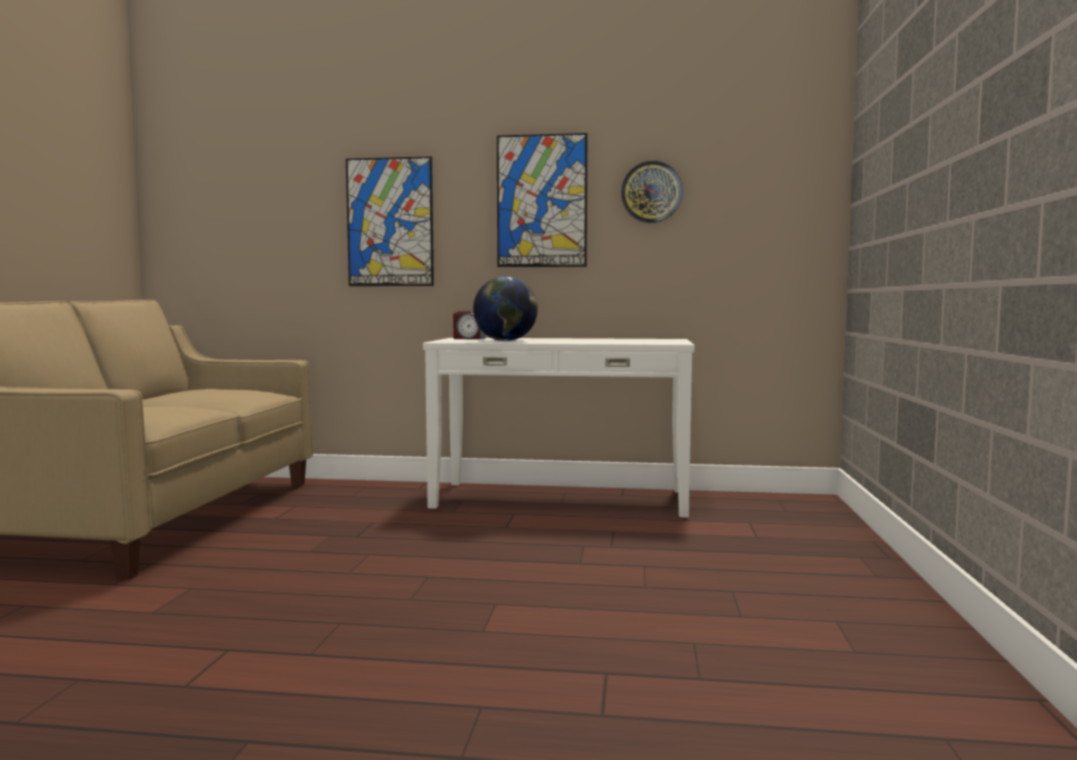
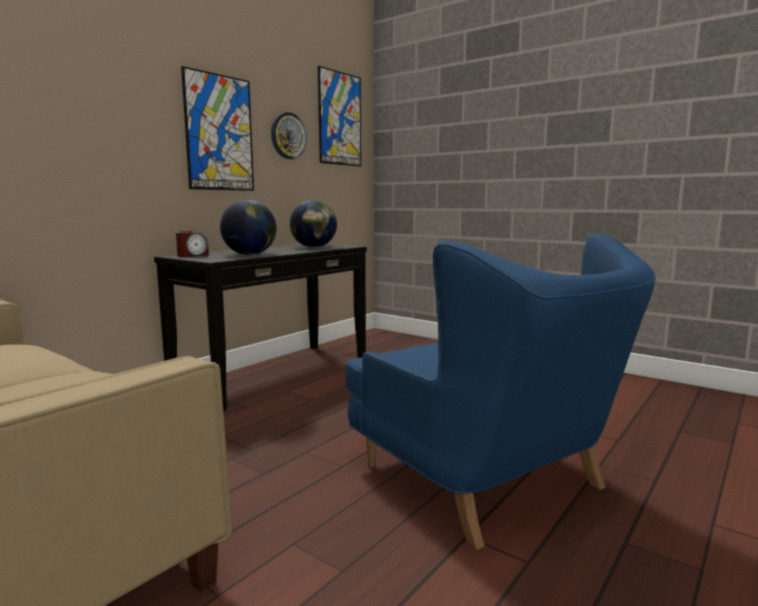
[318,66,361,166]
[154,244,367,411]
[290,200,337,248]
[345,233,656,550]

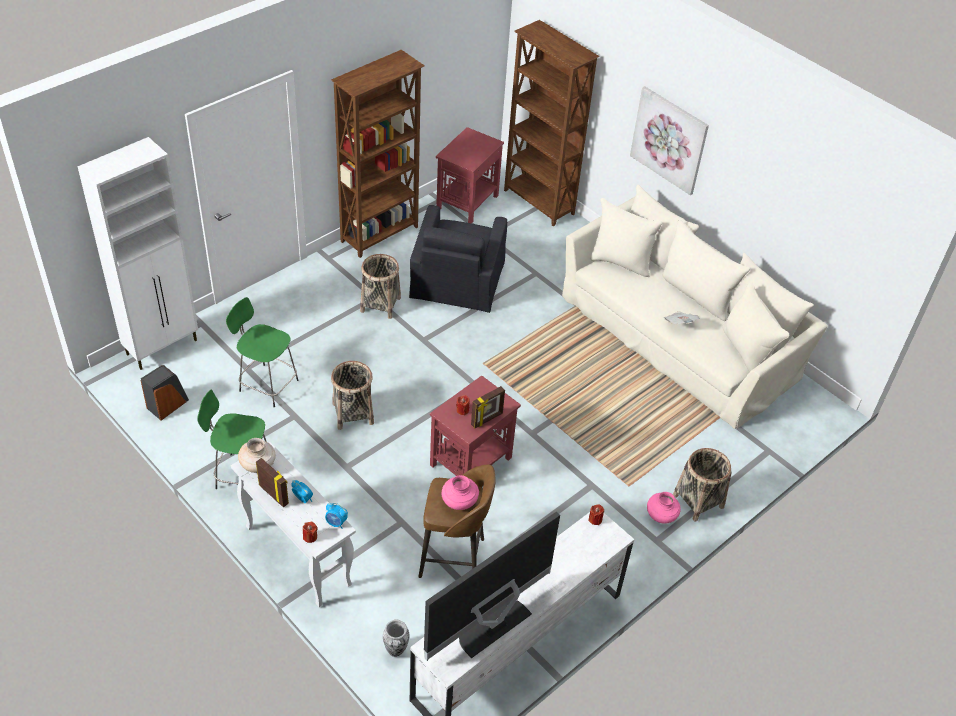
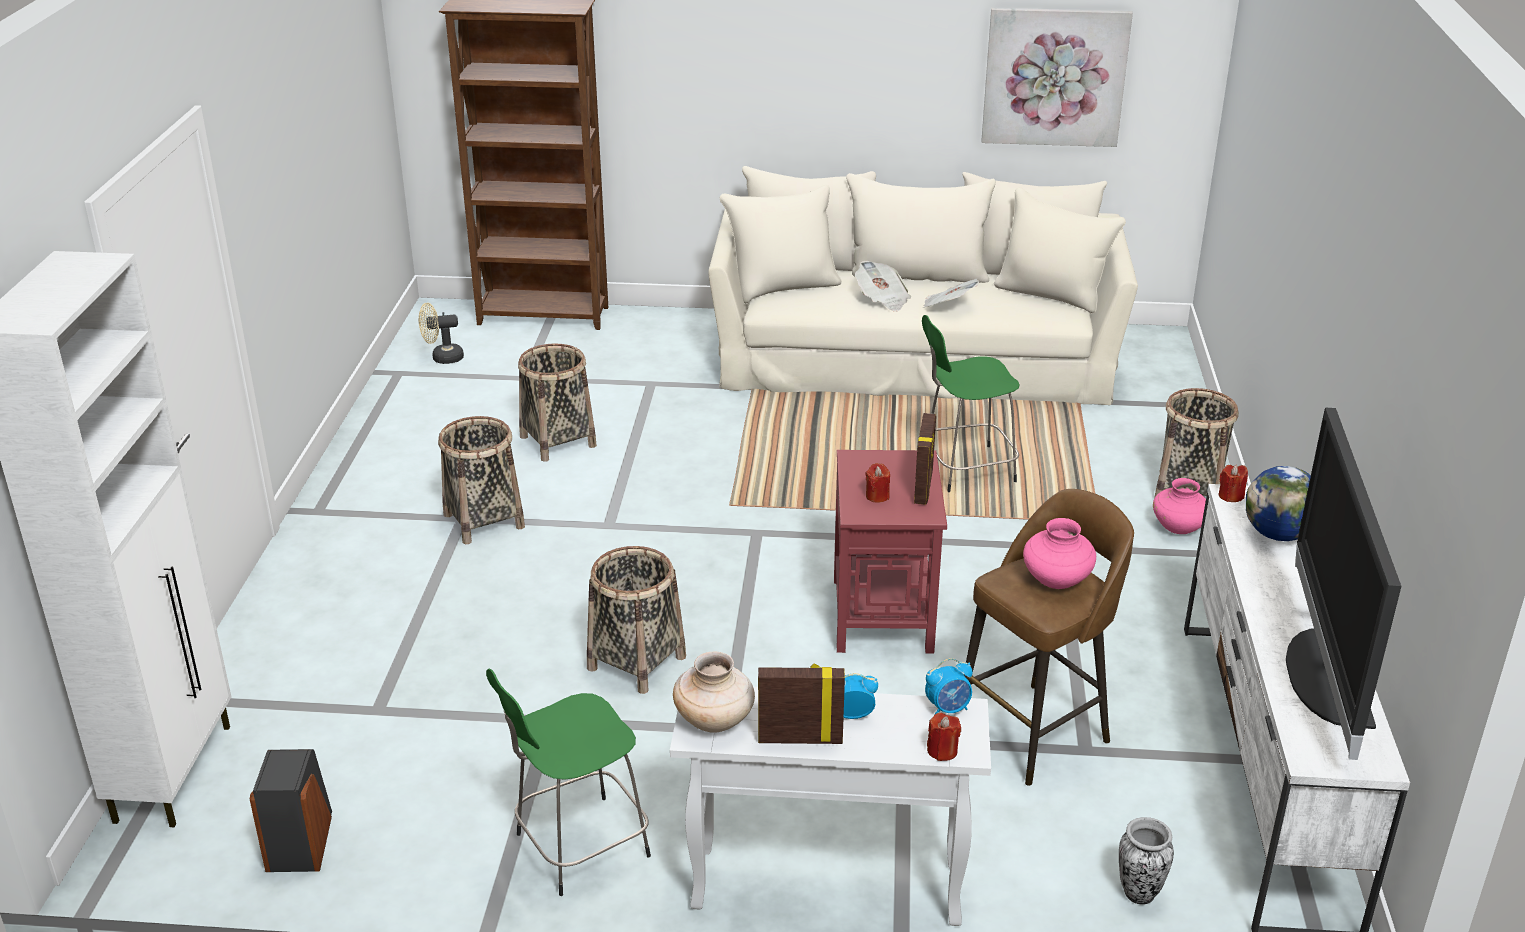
[922,315,1020,492]
[331,50,425,258] (first image)
[518,343,597,462]
[419,303,464,364]
[981,8,1133,147]
[855,260,911,312]
[1246,466,1311,541]

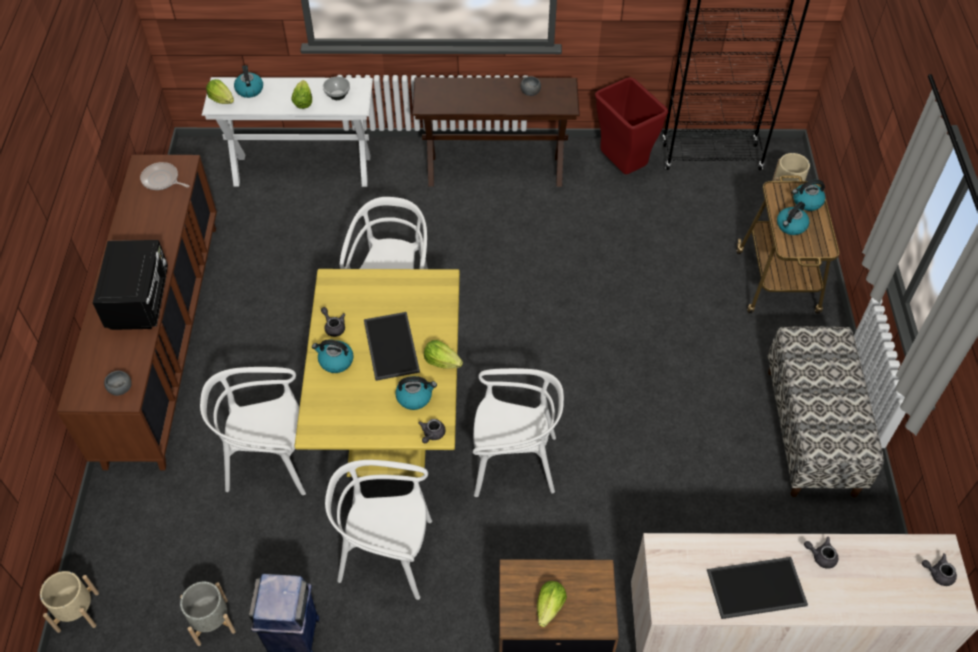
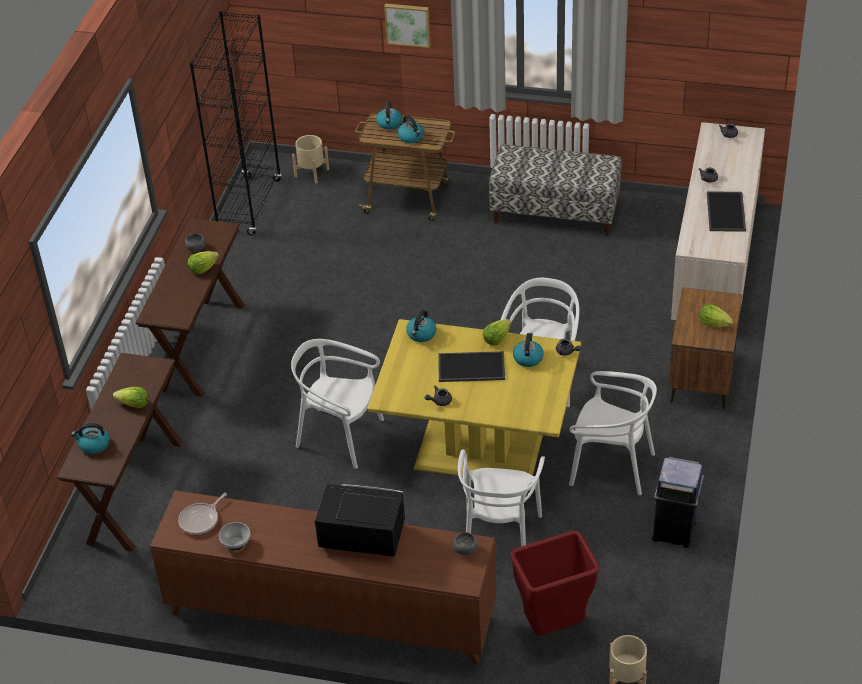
[180,581,236,646] (first image)
[57,353,183,552]
[188,251,219,274]
[406,310,436,342]
[219,522,250,551]
[569,371,657,495]
[511,531,599,636]
[384,4,431,48]

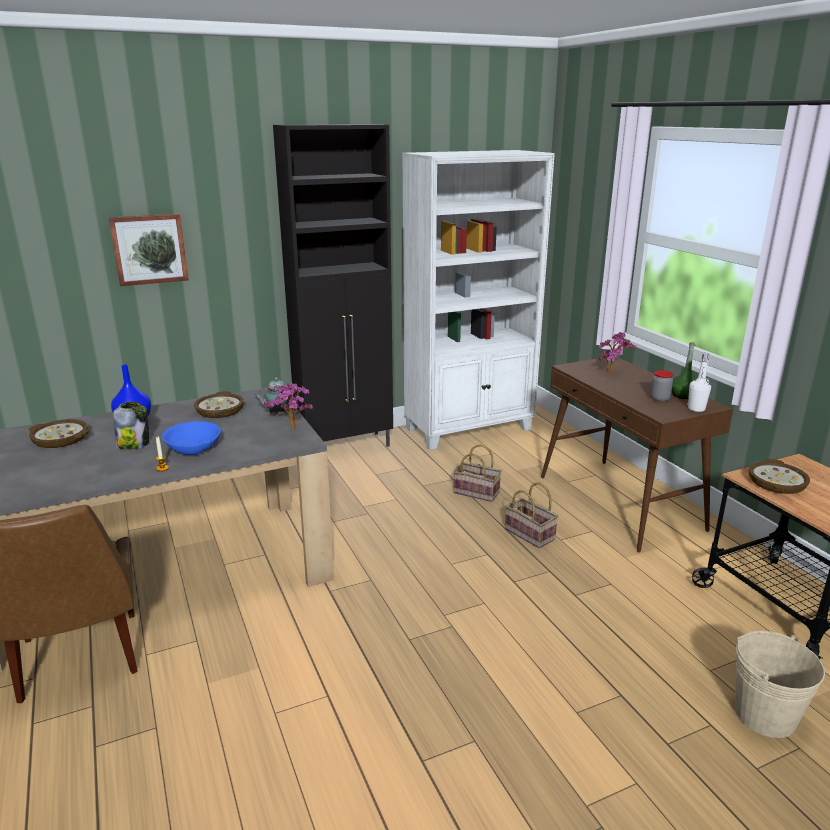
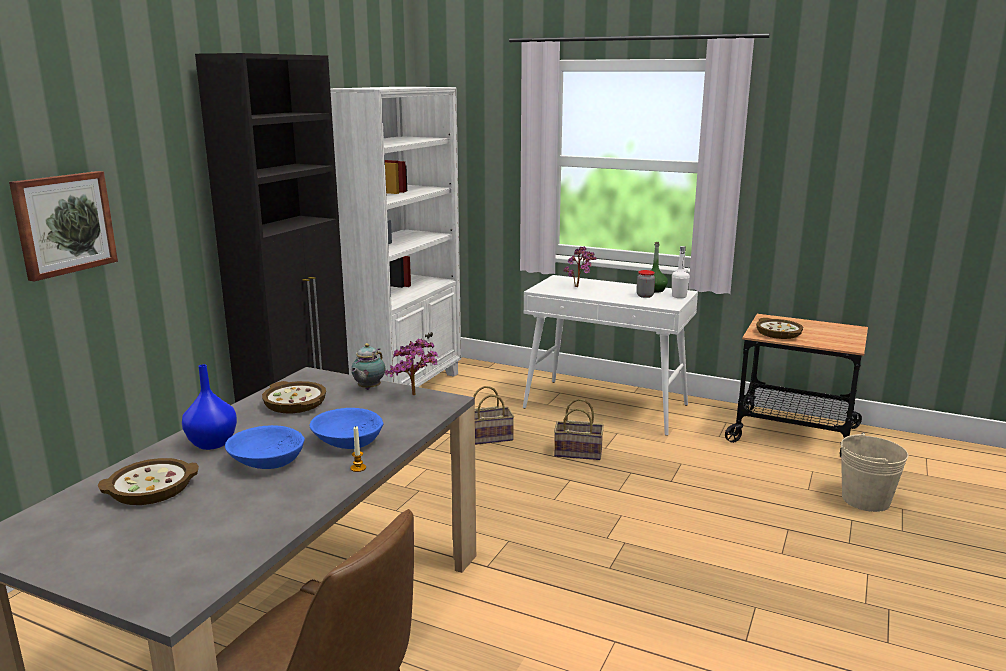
[225,425,305,469]
[523,275,698,436]

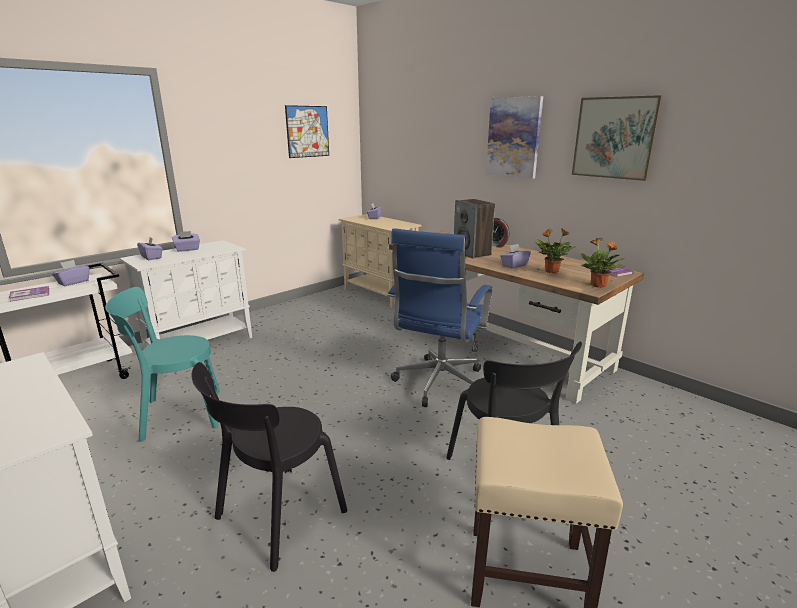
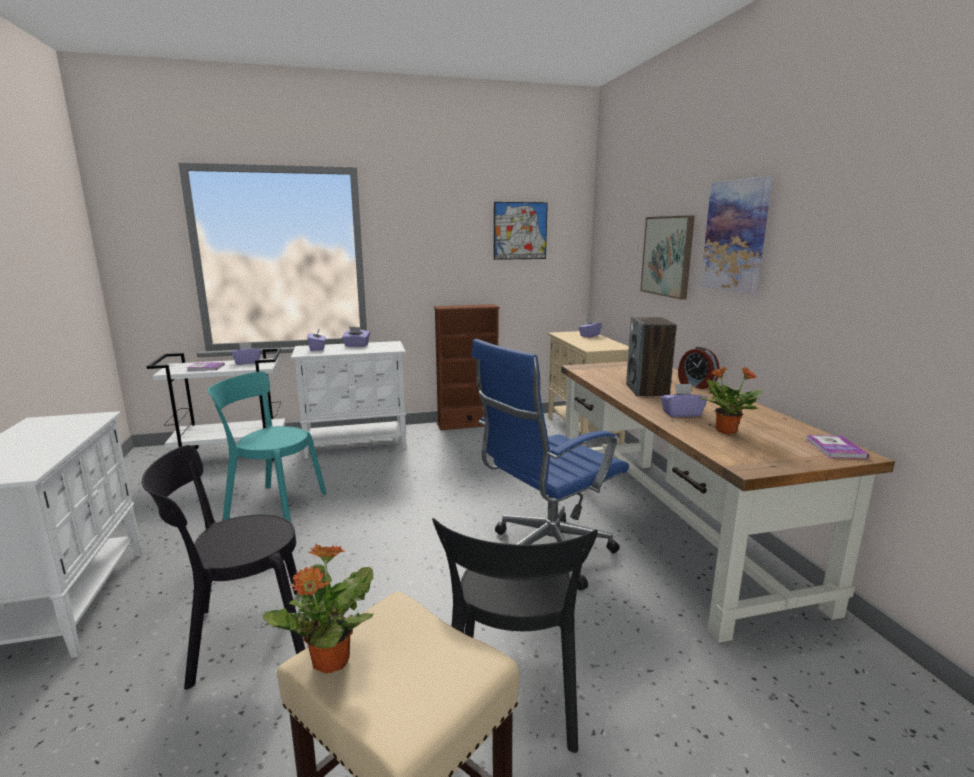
[640,215,695,300]
[262,544,374,674]
[434,304,500,430]

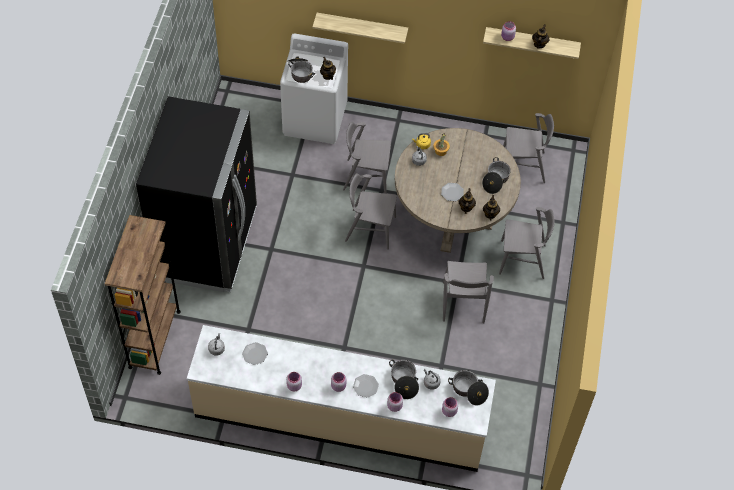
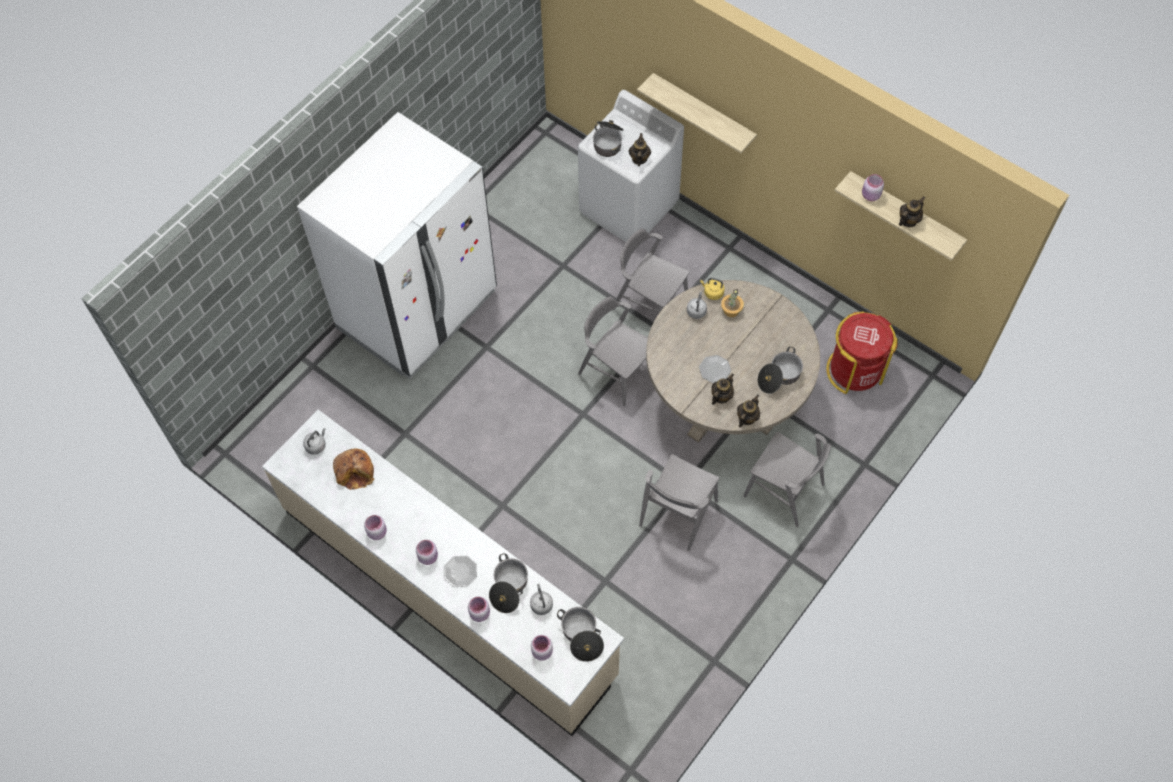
[105,215,181,375] (first image)
[297,112,497,379]
[333,448,375,490]
[826,312,898,394]

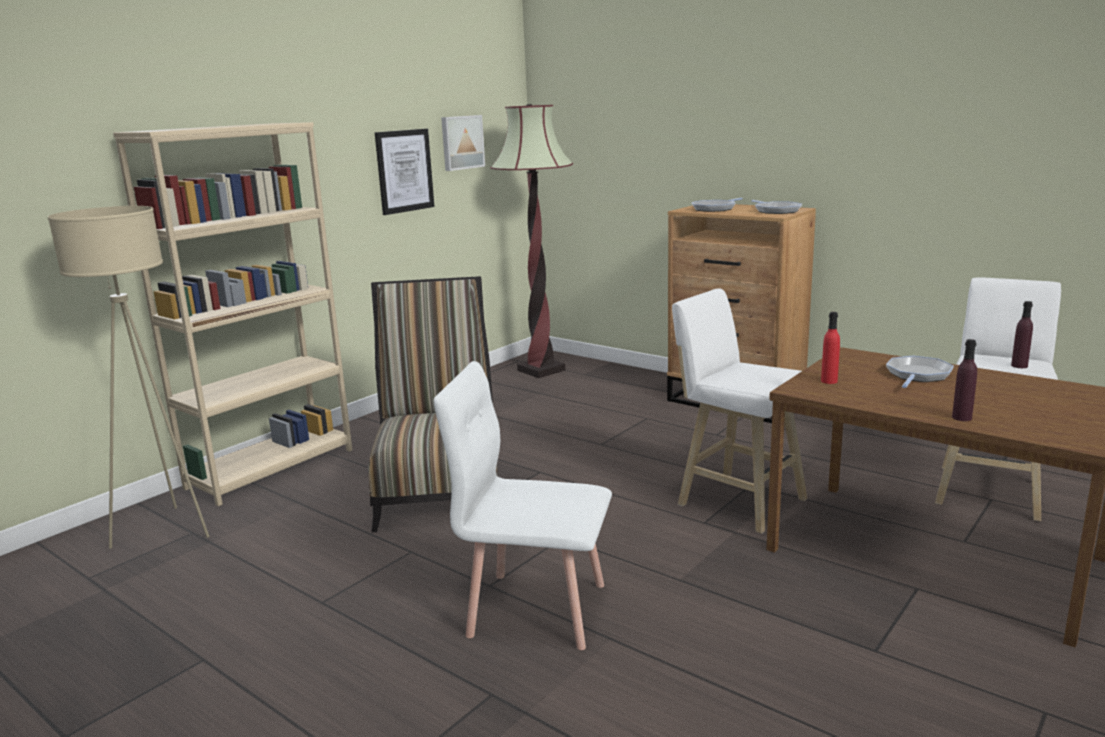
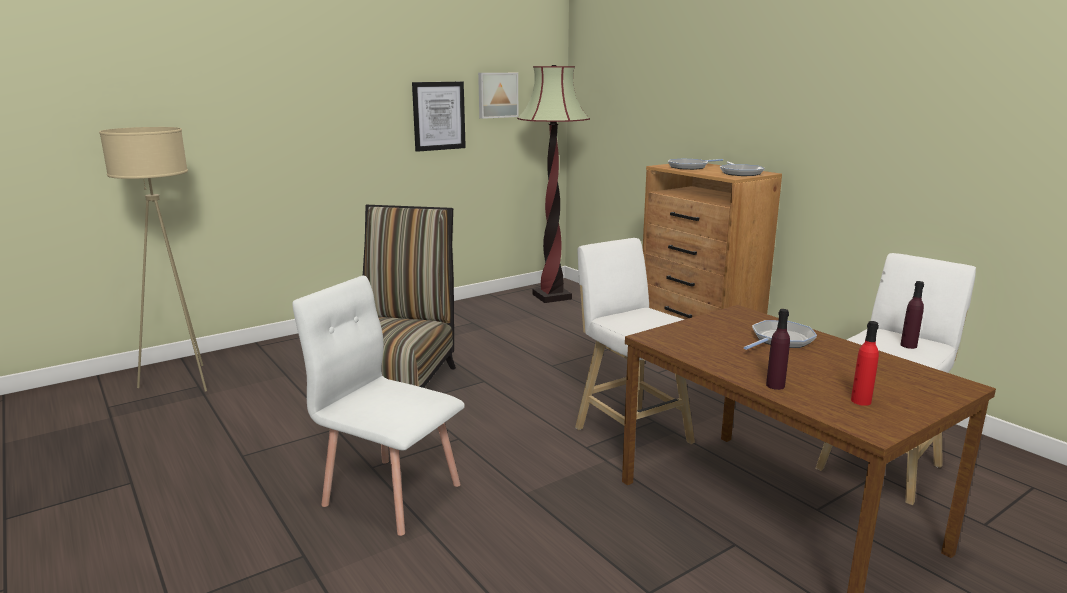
[113,122,353,507] (first image)
[851,321,879,406]

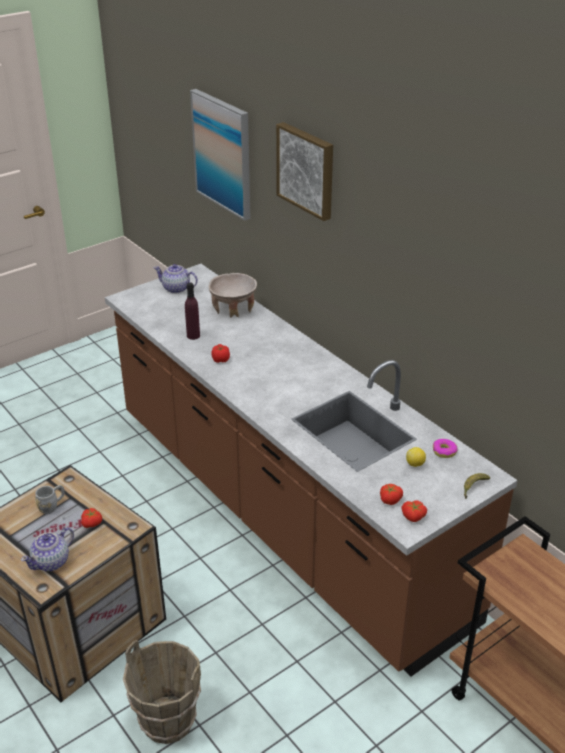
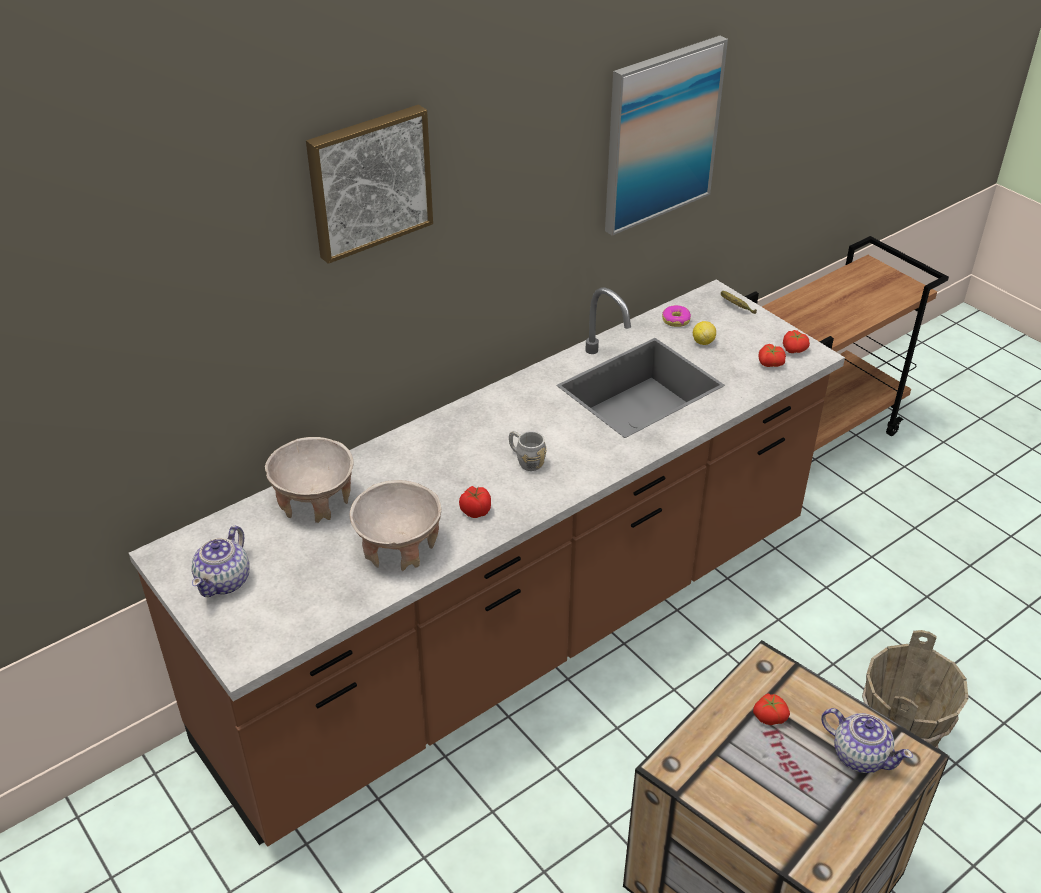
[509,431,547,471]
[350,480,441,571]
[605,36,728,235]

